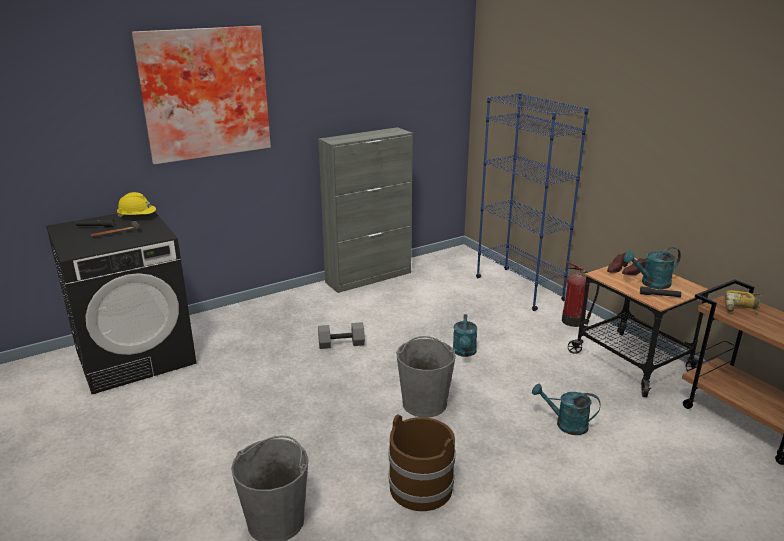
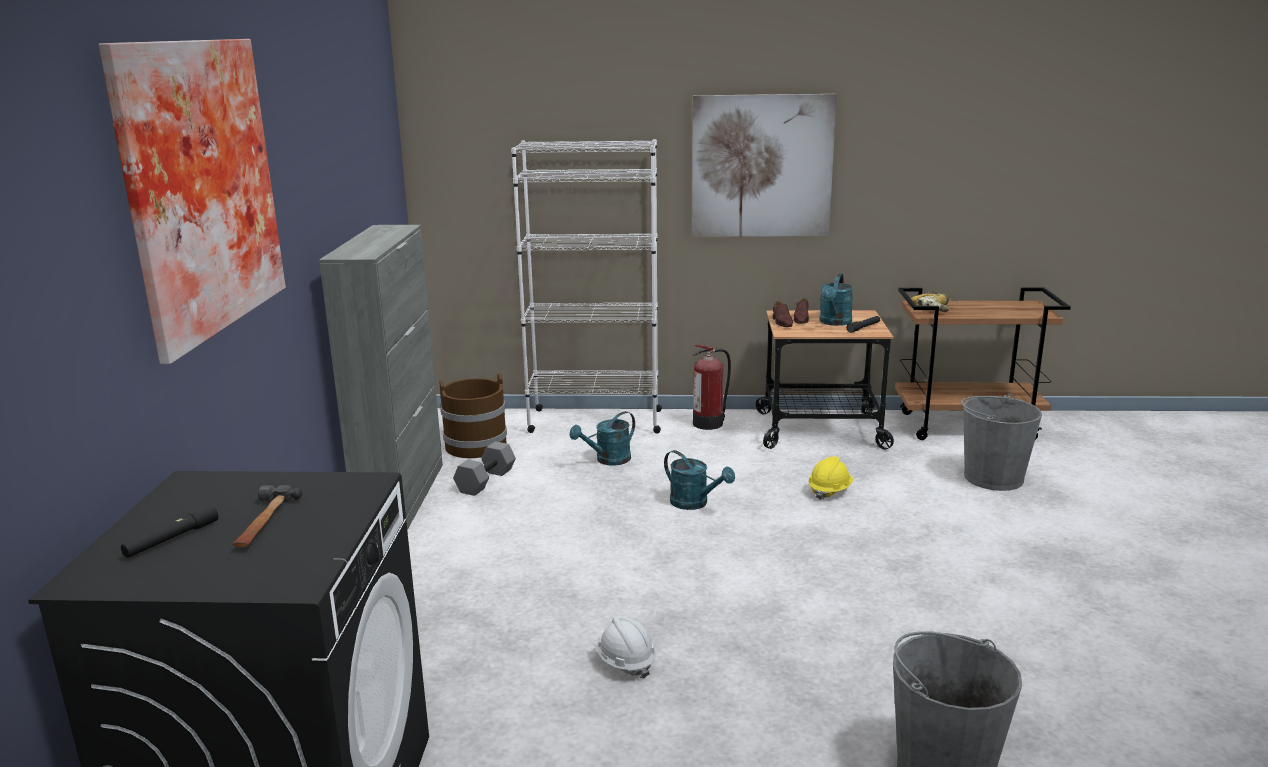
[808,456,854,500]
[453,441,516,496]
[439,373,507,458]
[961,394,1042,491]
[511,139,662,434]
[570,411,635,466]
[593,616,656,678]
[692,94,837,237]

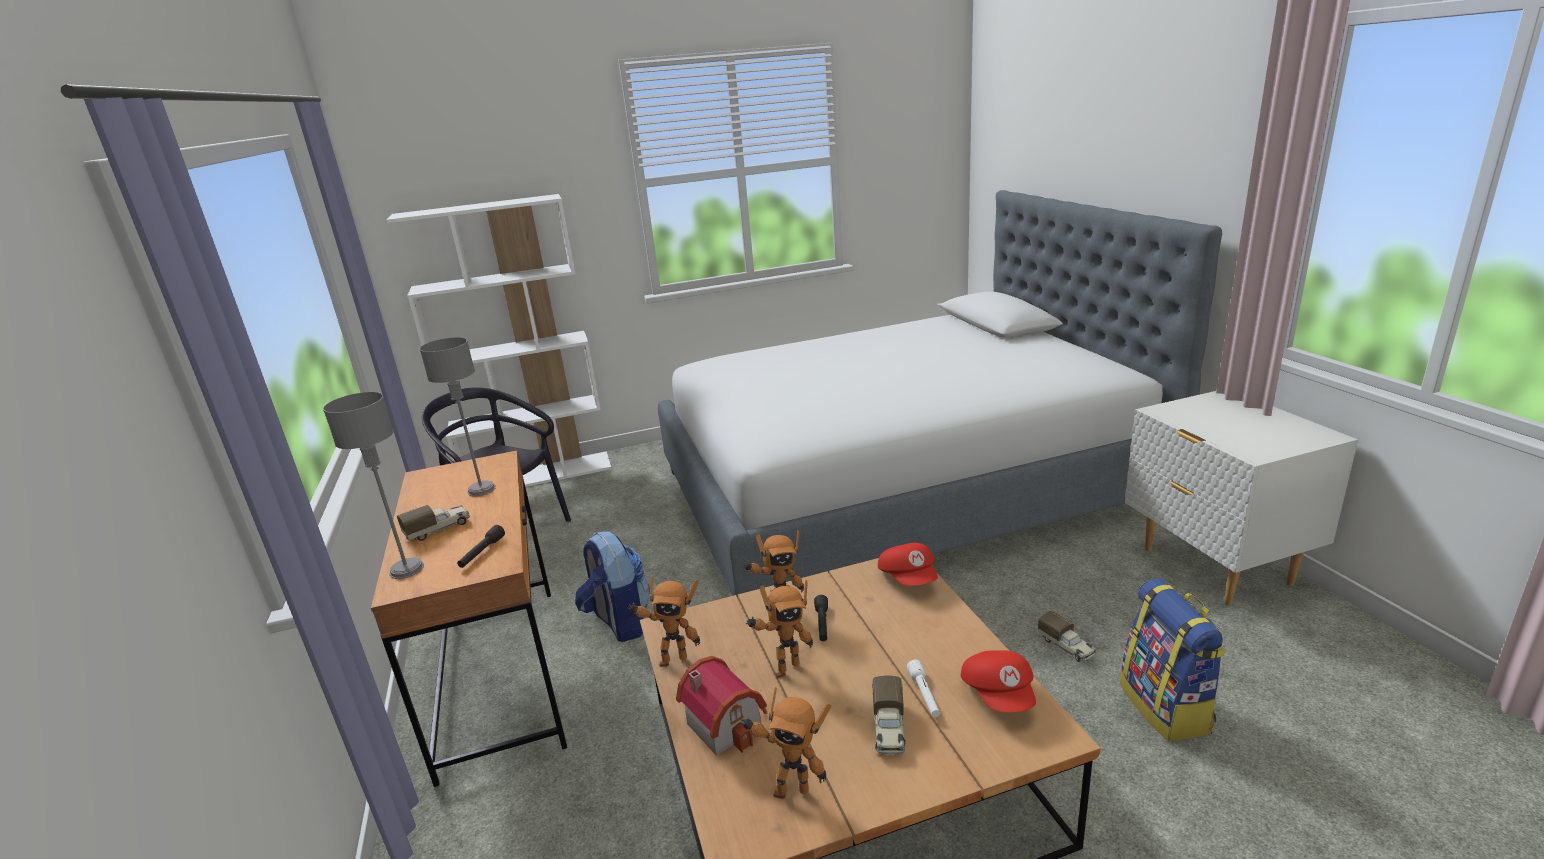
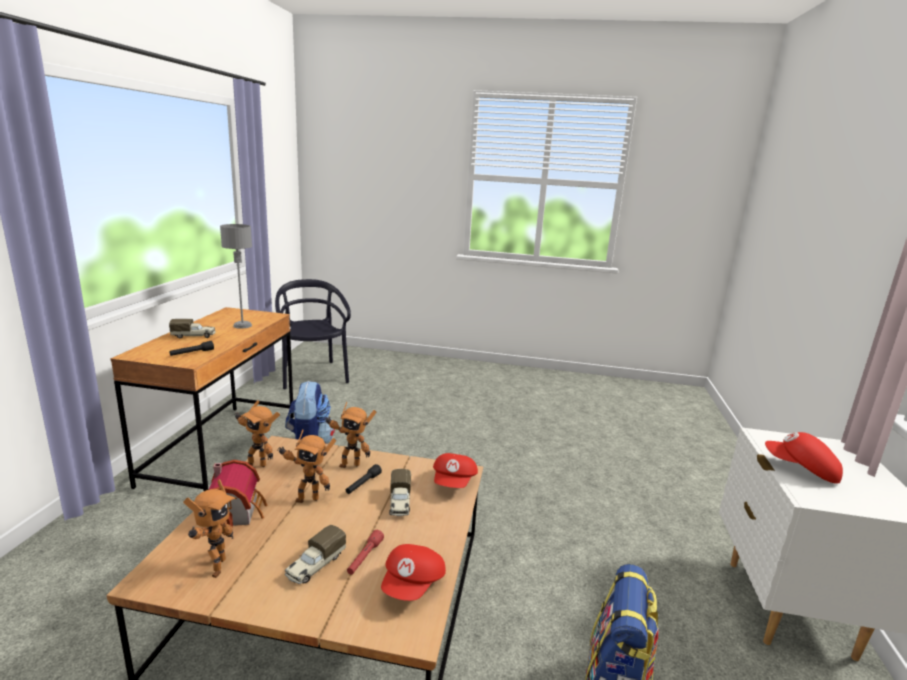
[323,392,424,579] (first image)
[387,194,612,487] (first image)
[658,190,1222,598] (first image)
[183,479,237,578]
[347,530,384,575]
[389,469,411,516]
[765,432,843,484]

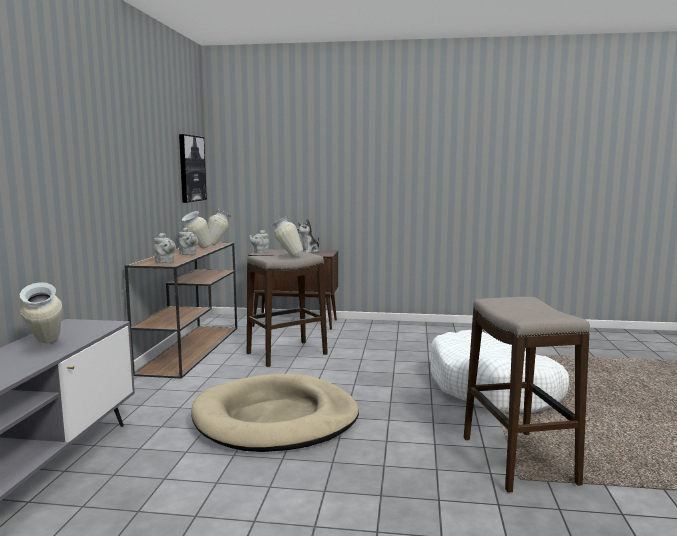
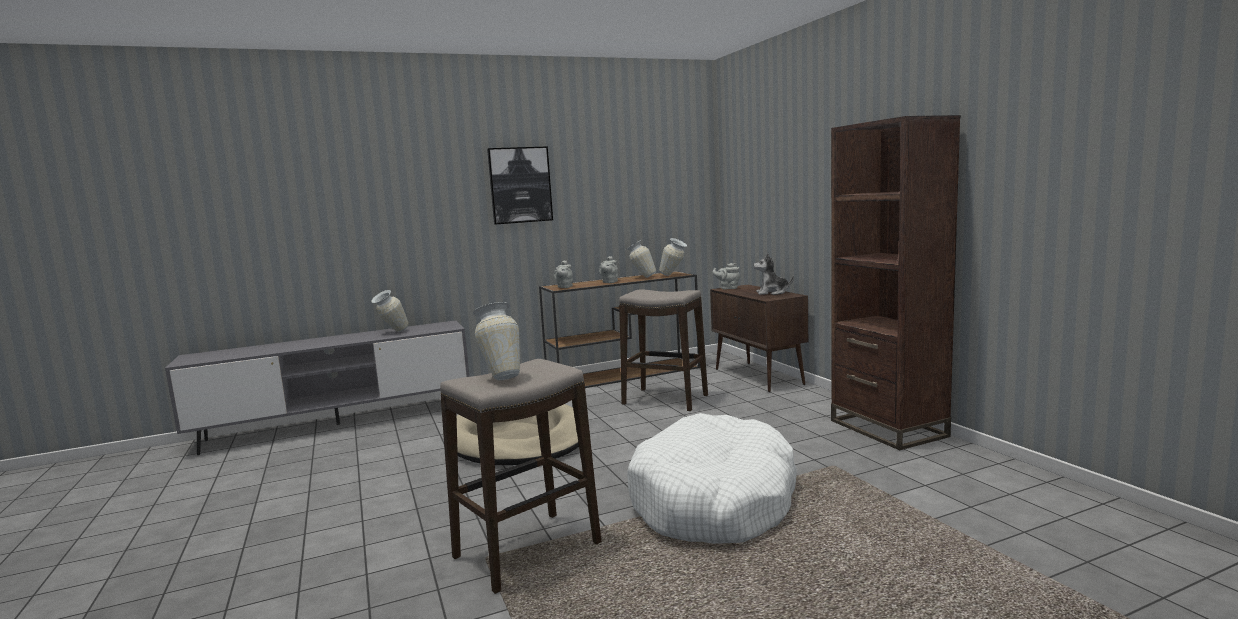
[487,146,553,225]
[473,302,520,381]
[831,115,961,450]

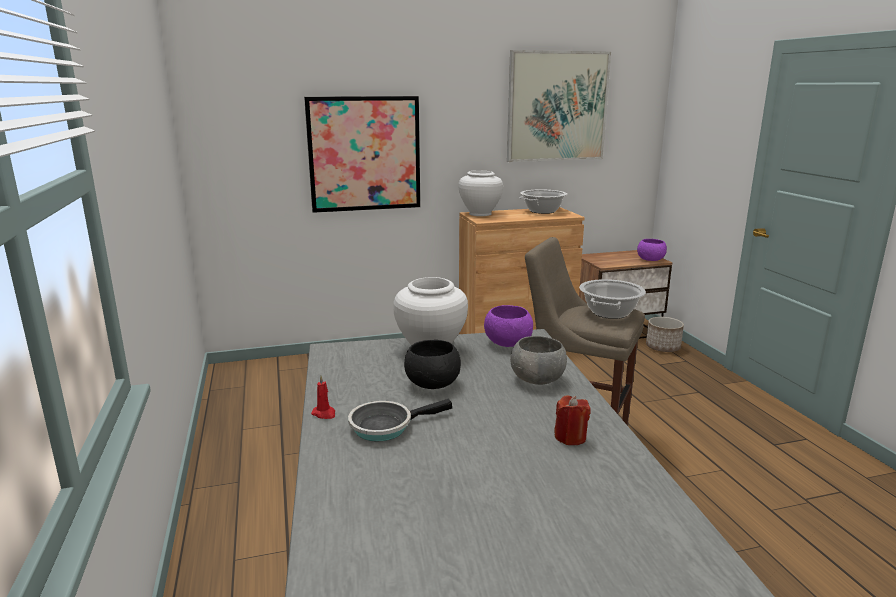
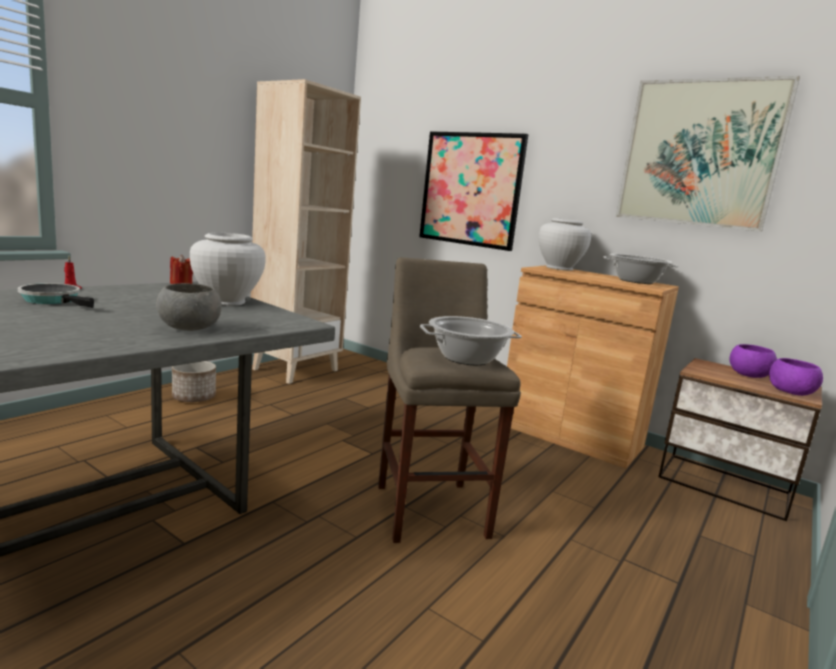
[404,340,461,389] (first image)
[729,344,777,378]
[170,255,193,284]
[172,361,216,402]
[251,79,361,384]

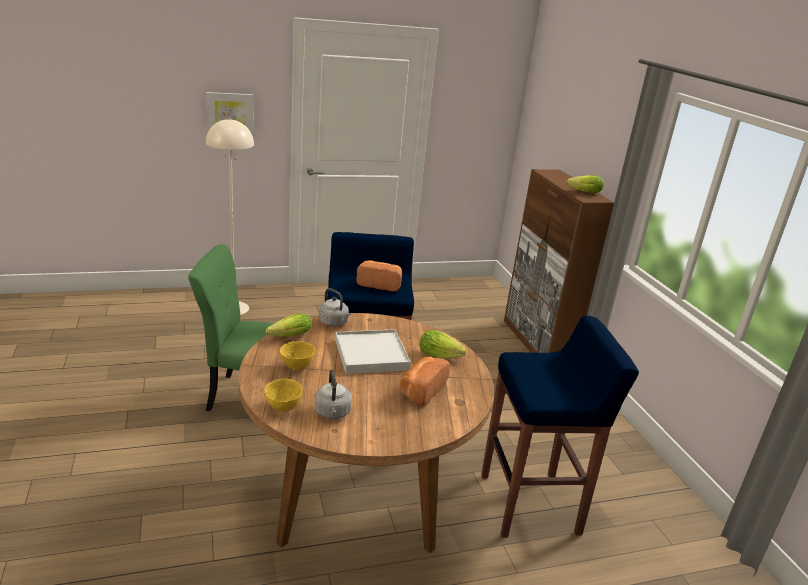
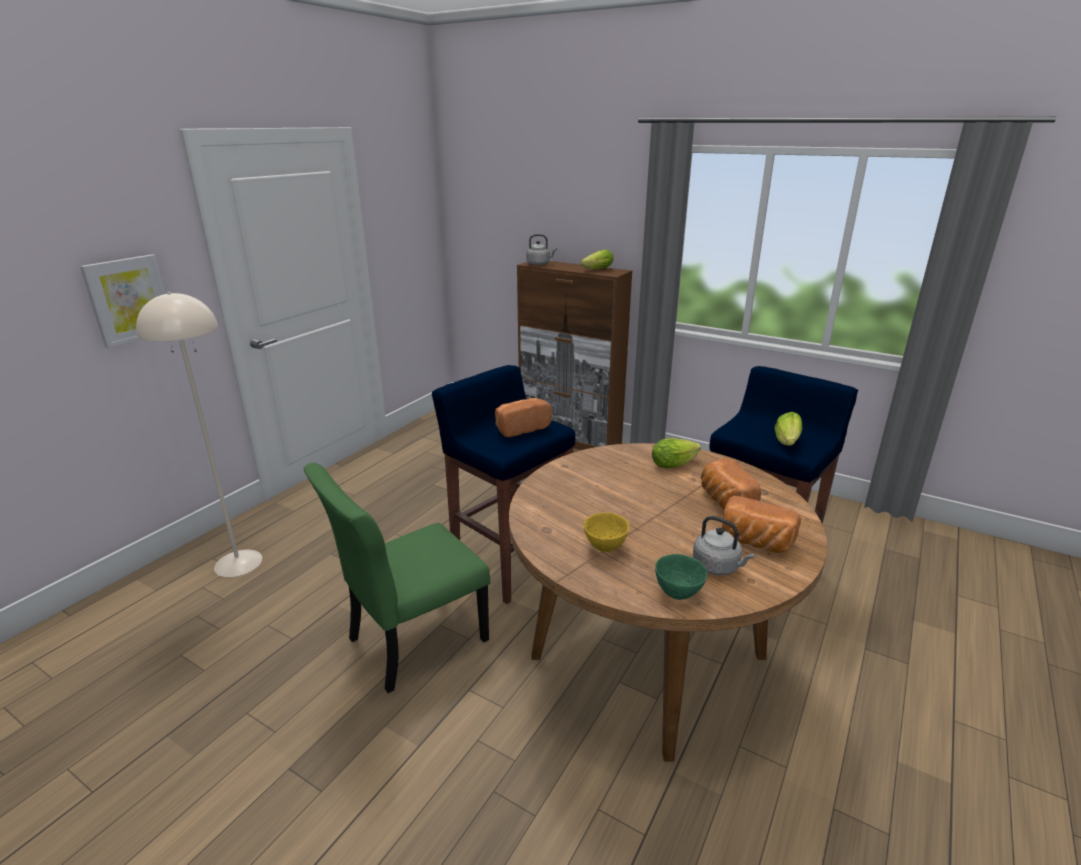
[655,554,708,600]
[775,412,802,446]
[526,234,557,265]
[335,329,411,374] (first image)
[722,496,801,553]

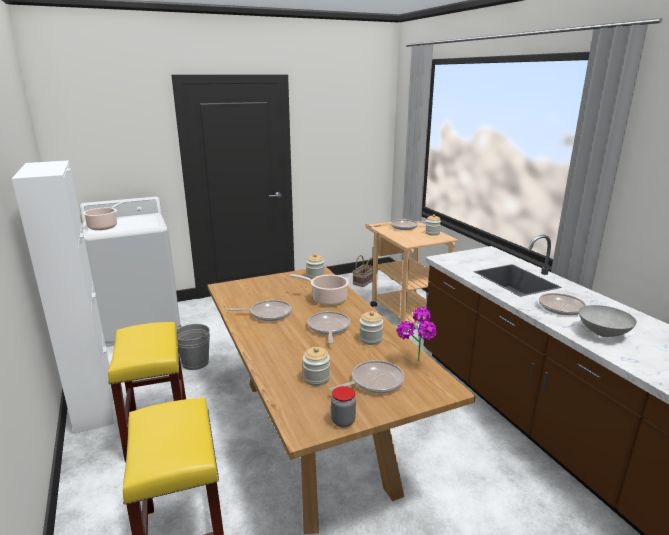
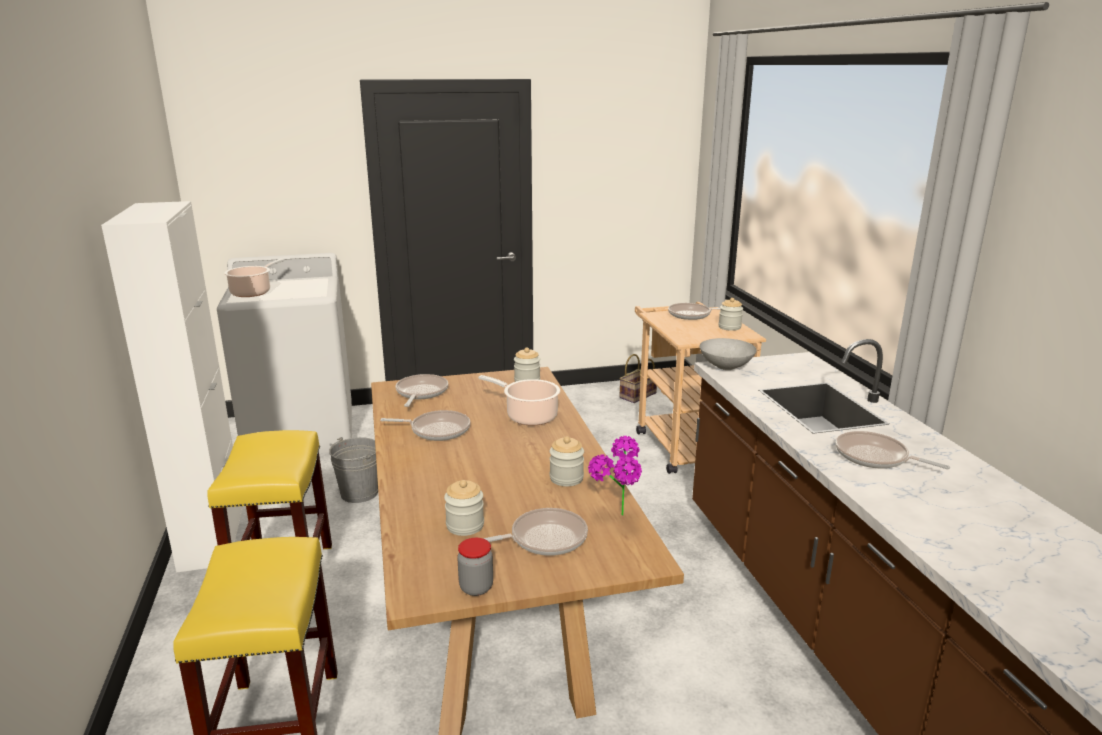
[396,374,448,407]
[699,338,757,370]

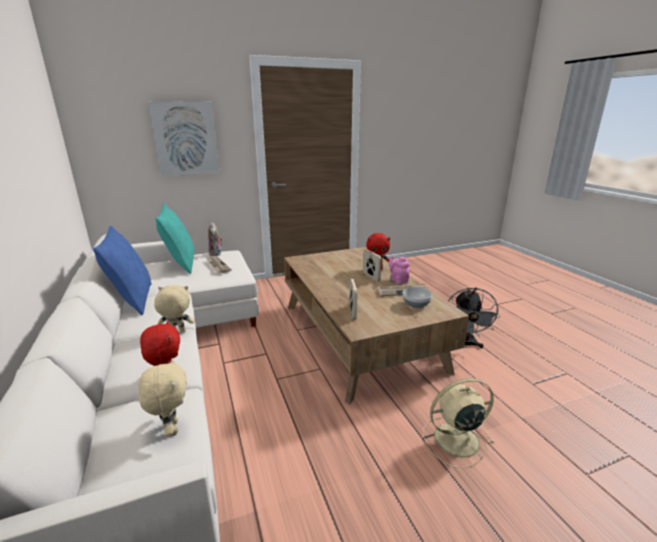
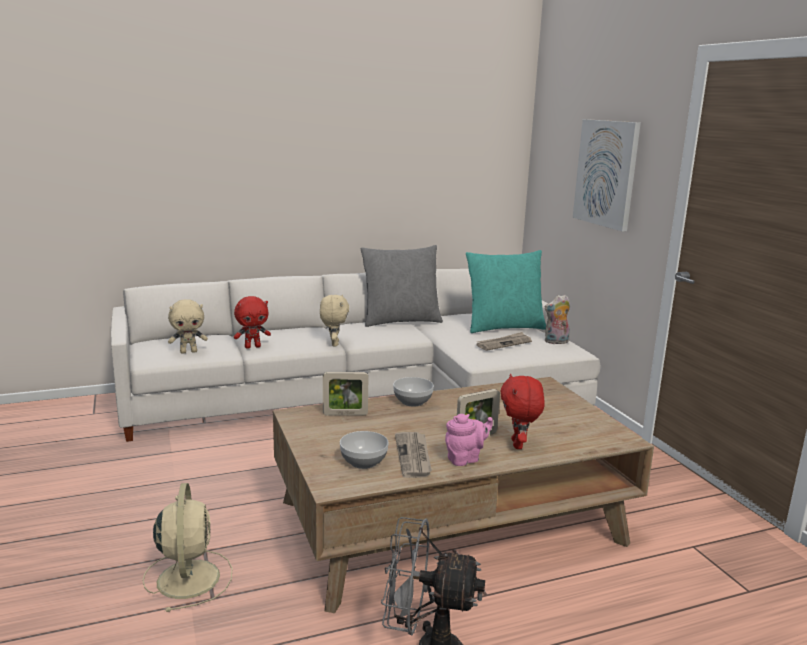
[361,245,443,327]
[393,377,434,406]

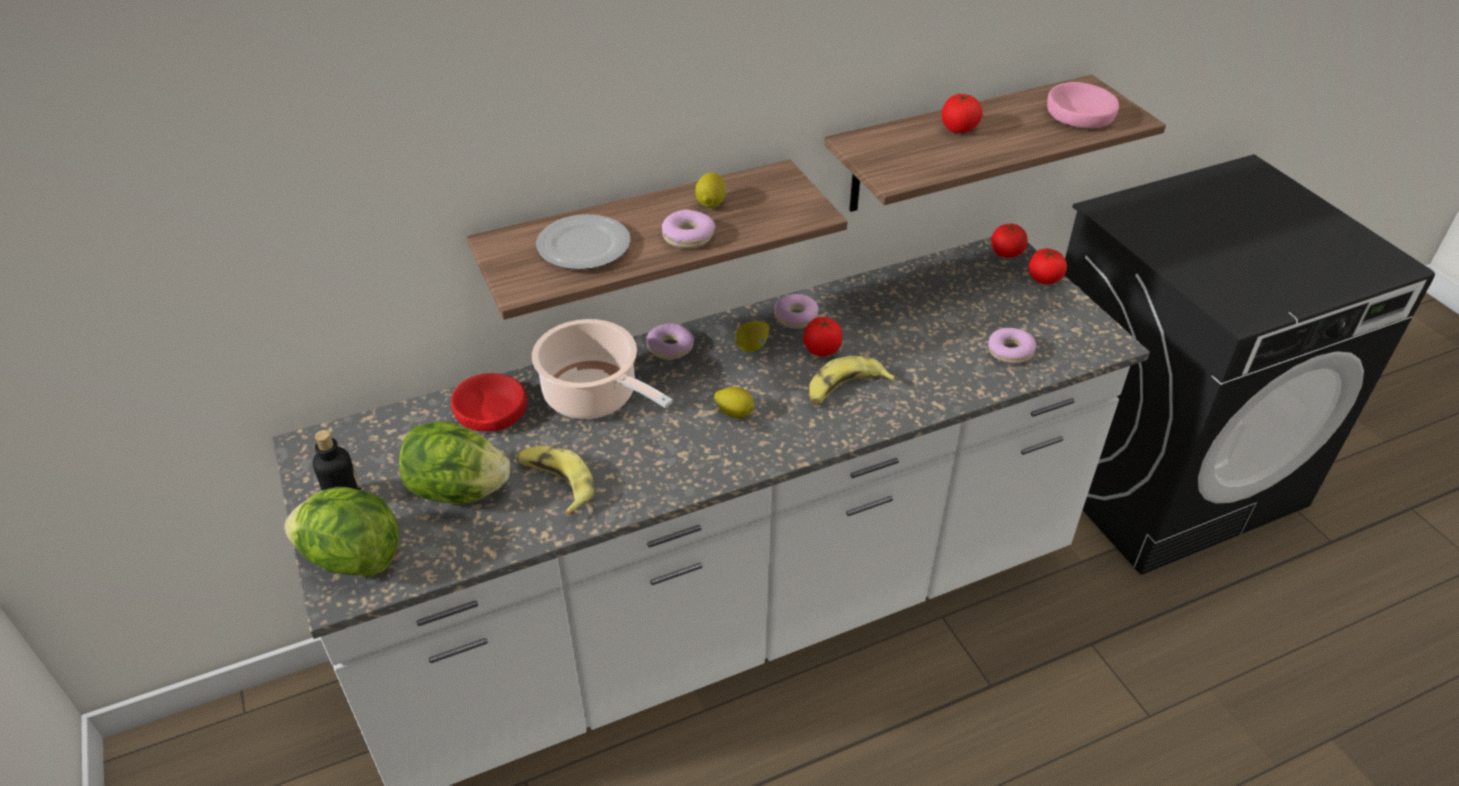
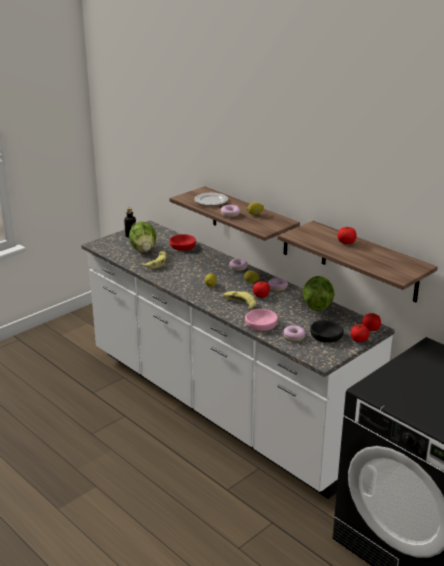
[302,276,335,311]
[532,319,673,419] (first image)
[245,309,278,331]
[310,320,344,342]

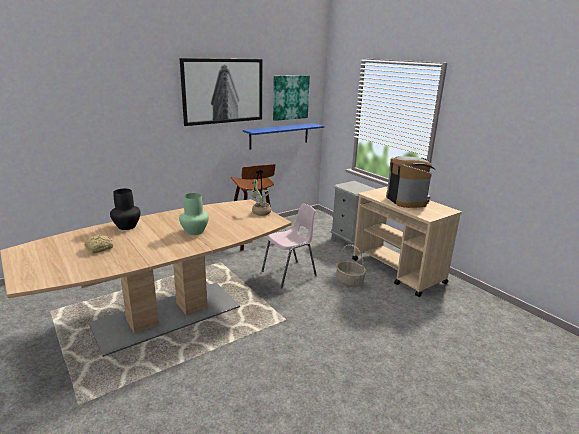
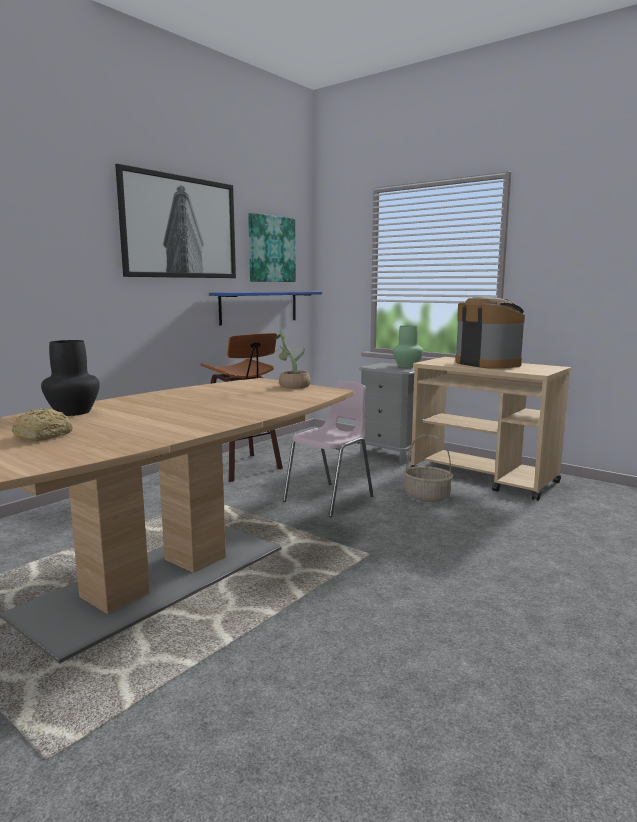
[393,326,423,368]

